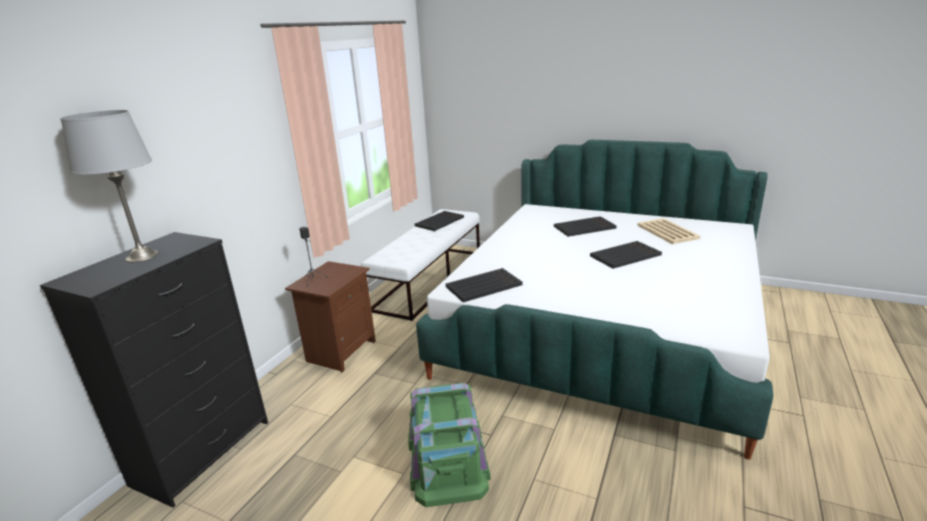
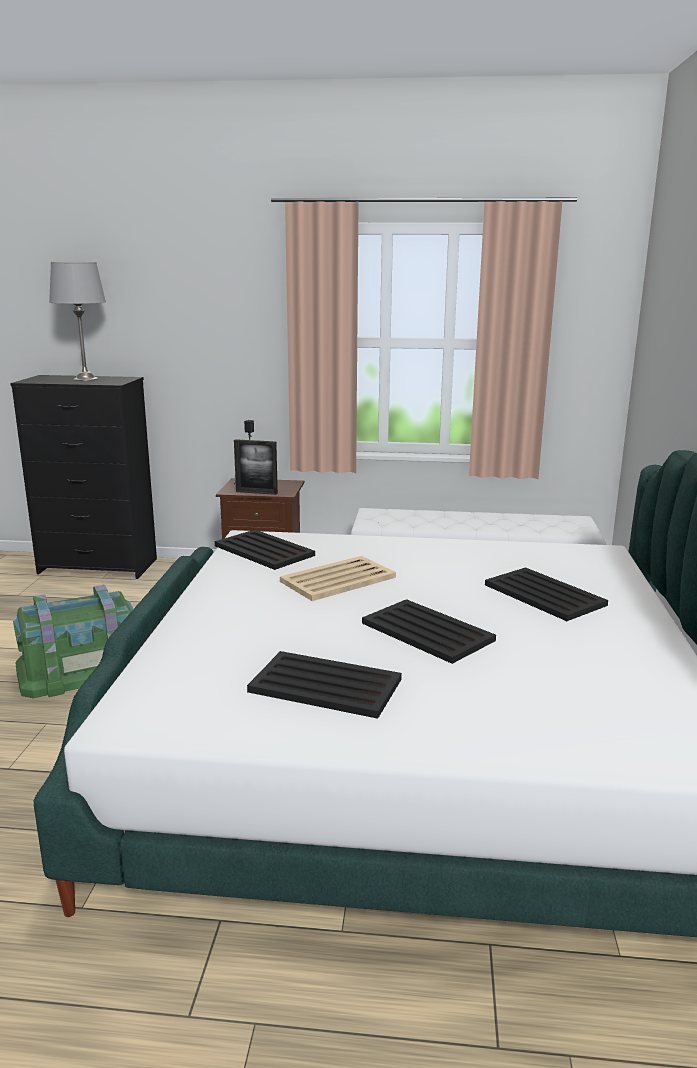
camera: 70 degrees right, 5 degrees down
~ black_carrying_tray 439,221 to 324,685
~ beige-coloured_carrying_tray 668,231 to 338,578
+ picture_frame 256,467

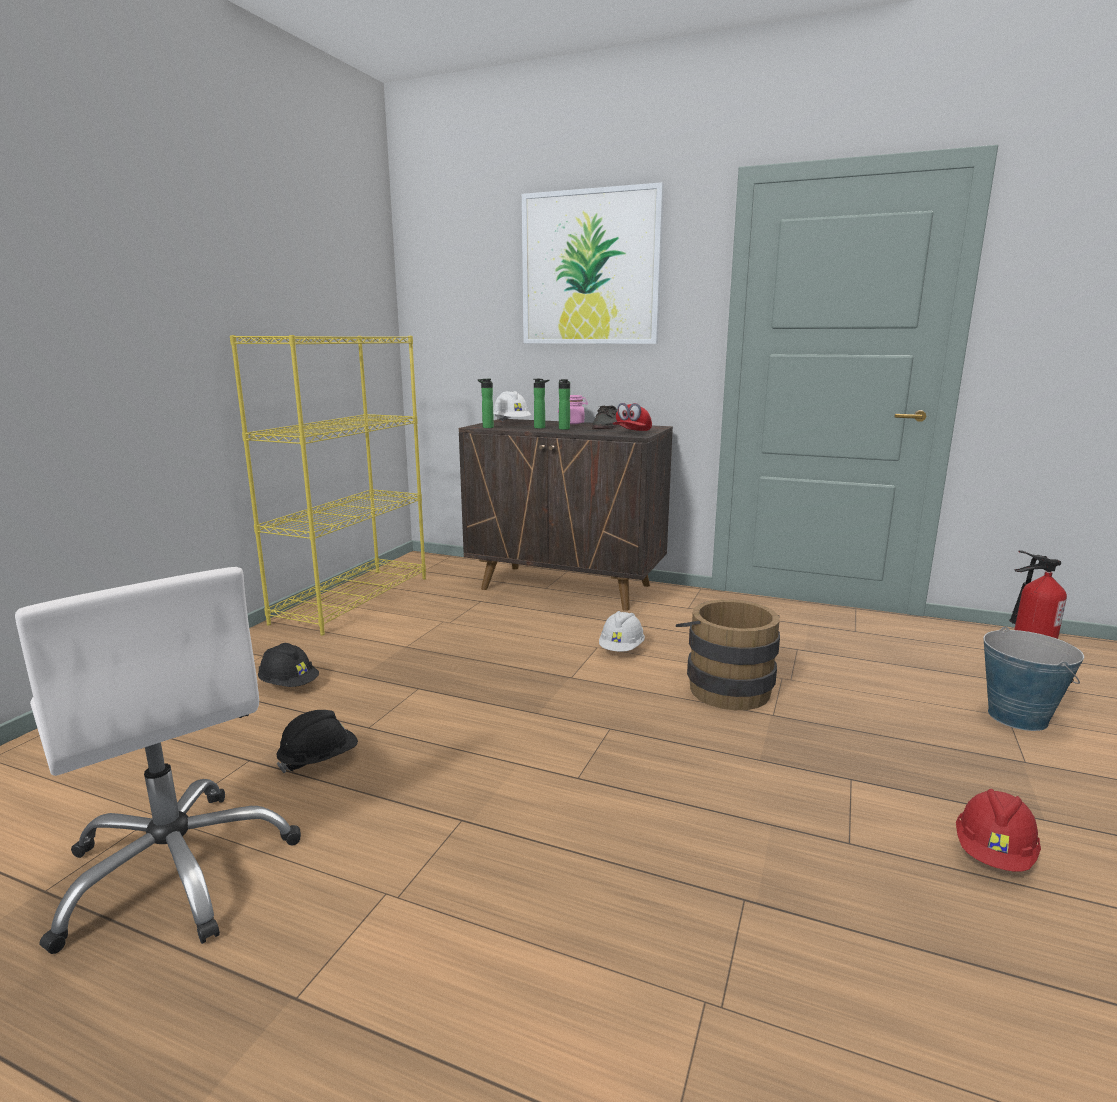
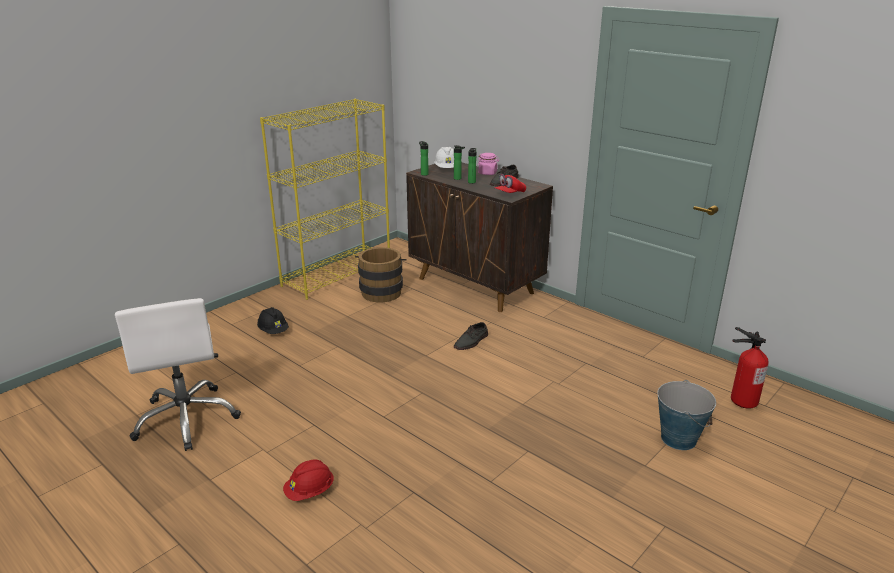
camera: 20 degrees right, 10 degrees up
- picture 593,263
~ brown-coloured_bucket 728,655 to 381,274
~ white-coloured_hard_hat 622,631 to greyish_shoe 471,336
- black_hard_hat 317,741
~ red-coloured_hard_hat 998,830 to 308,480

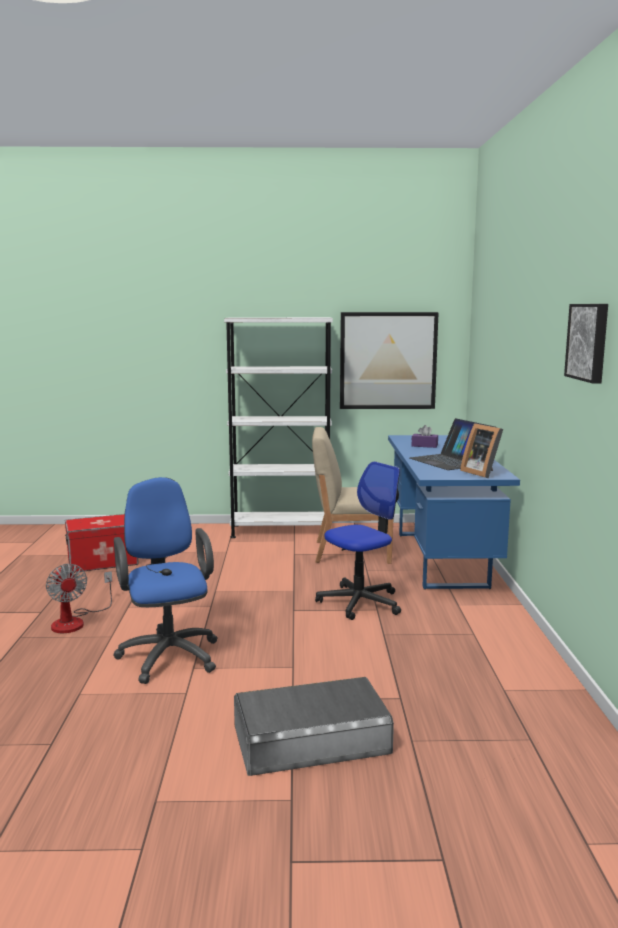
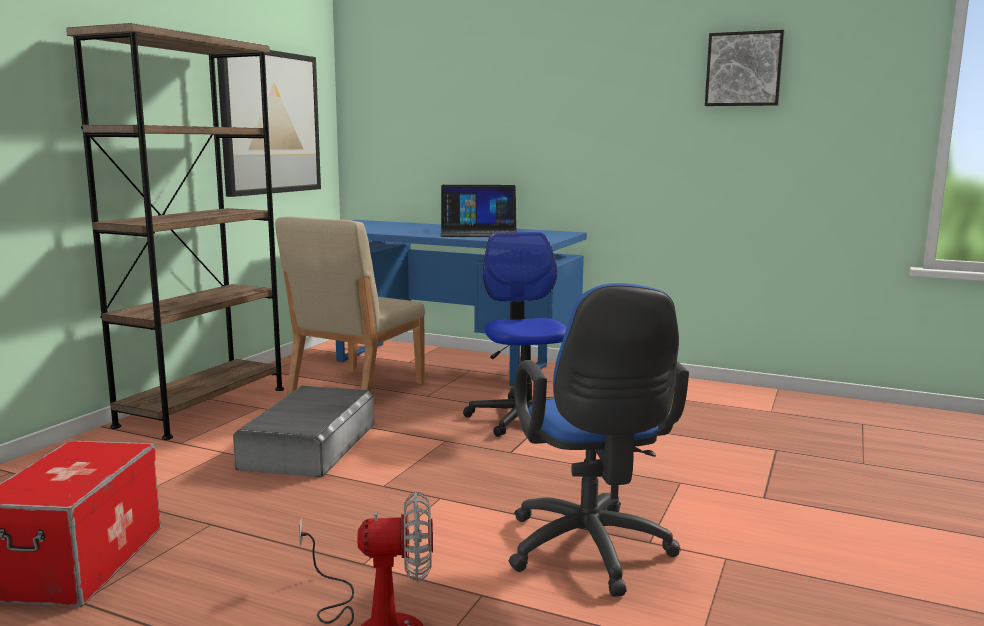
camera: 65 degrees left, 0 degrees up
~ white-coloured_bookcase 278,427 to brown-coloured_bookcase 175,231
- picture_frame 481,450
- purple-coloured_box_of_tissues 424,436
~ bluish_computer_chair 165,580 = 599,440 105 degrees counterclockwise
~ greyish_storage_box 314,726 to 303,431

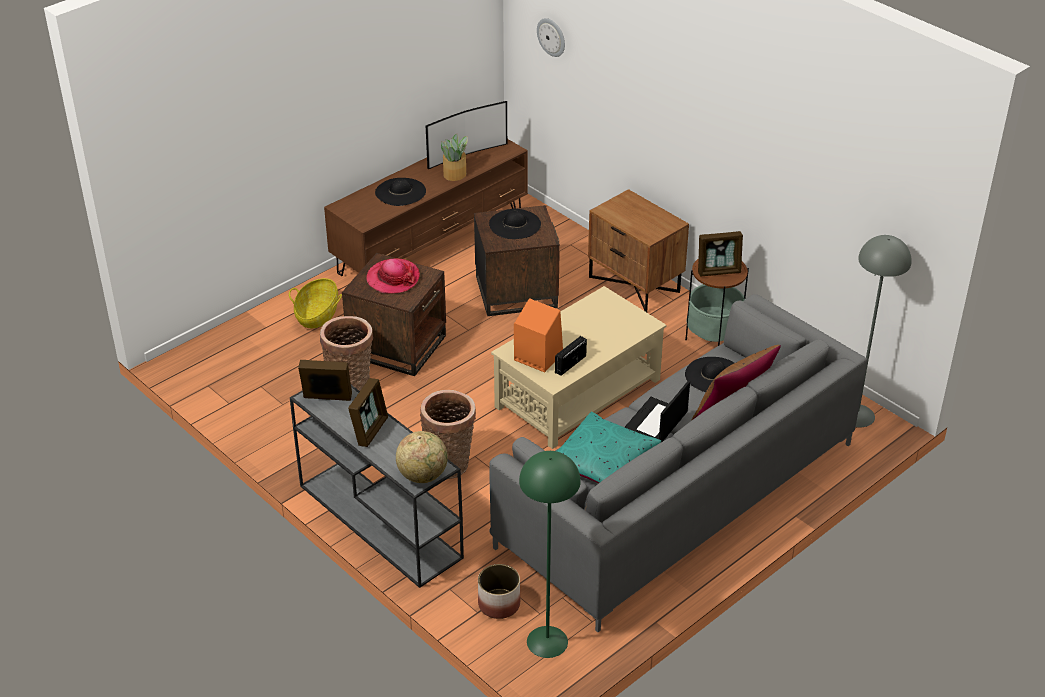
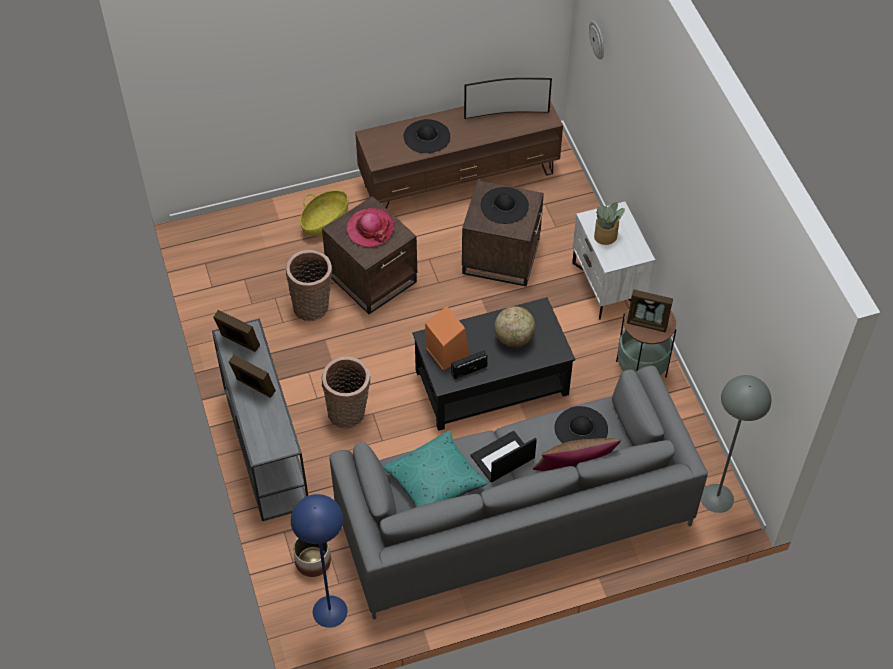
camera: 25 degrees right, 15 degrees up
~ potted_plant 454,157 to 609,223
~ brown-coloured_bedside_table 638,250 to white-coloured_bedside_table 613,261
~ beige-coloured_low_table 578,367 to black_low_table 494,364
~ picture_frame 368,412 = 252,376 105 degrees counterclockwise
~ world_globe 422,457 to 514,326
~ green-coloured_standard_lamp 550,554 to bluish_standard_lamp 319,561

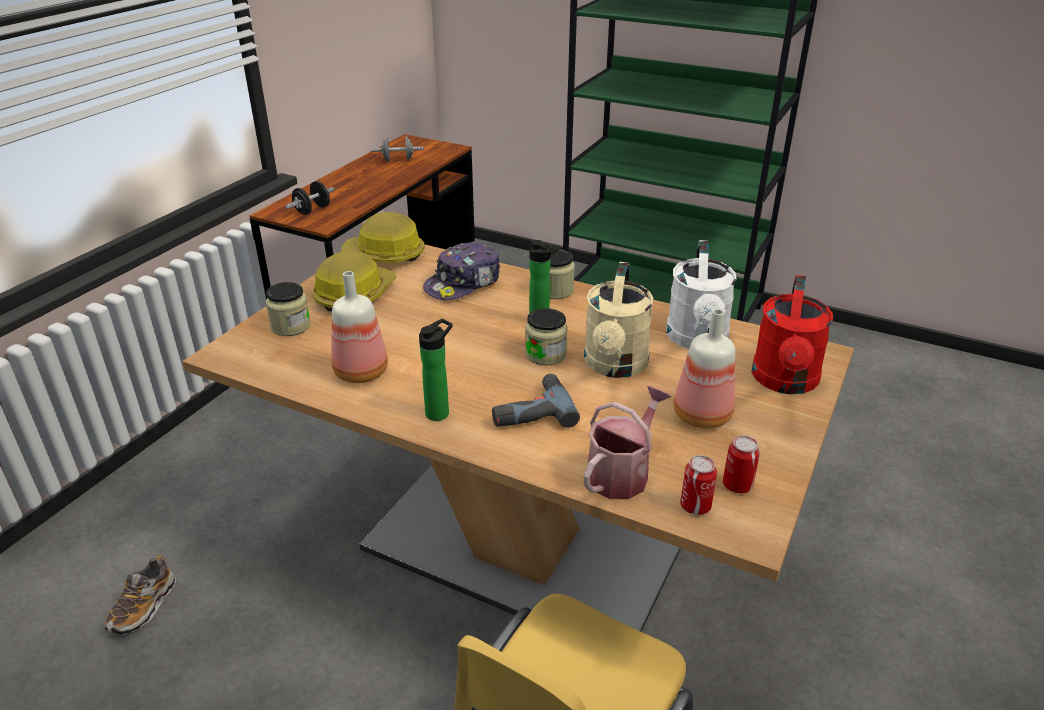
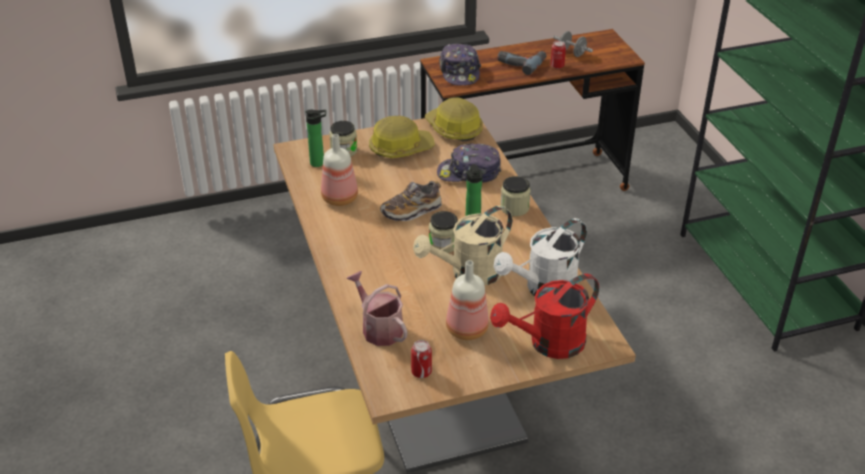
camera: 45 degrees right, 5 degrees up
~ black_free_weight 309,198 to peaked_cap 460,64
~ bottle 436,370 to 315,138
~ power_drill 536,401 to 522,63
~ watering_can 628,442 = 376,308 120 degrees counterclockwise
~ sealed_can 698,485 to 558,55
~ shoe 140,595 to 411,201

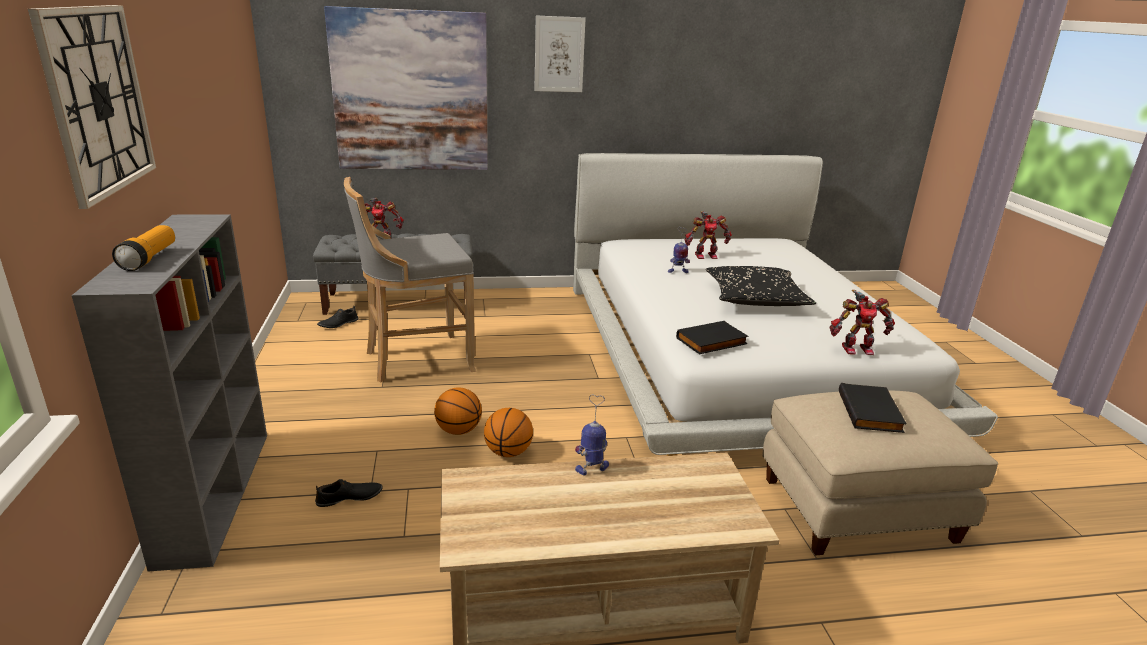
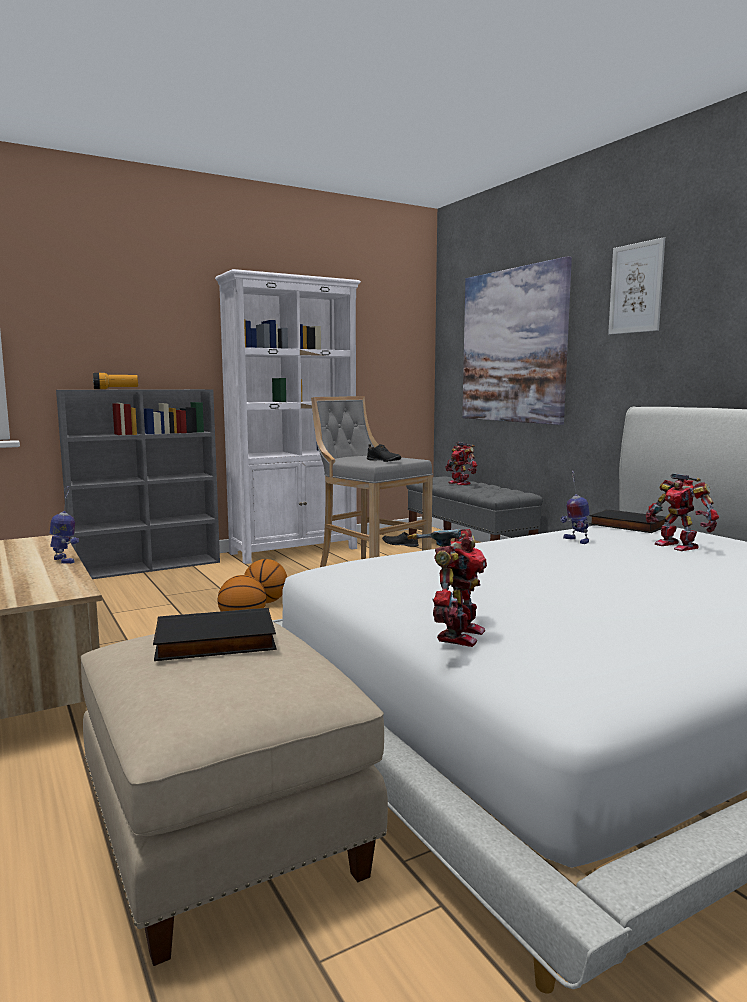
camera: 70 degrees right, 15 degrees down
- wall_clock 92,107
- black_pillow 761,286
~ robot_figure 862,322 = 447,588 135 degrees counterclockwise
~ black_book 712,337 to 628,521
~ black_shoe 349,493 to 384,453
+ white-coloured_bookcase 288,416

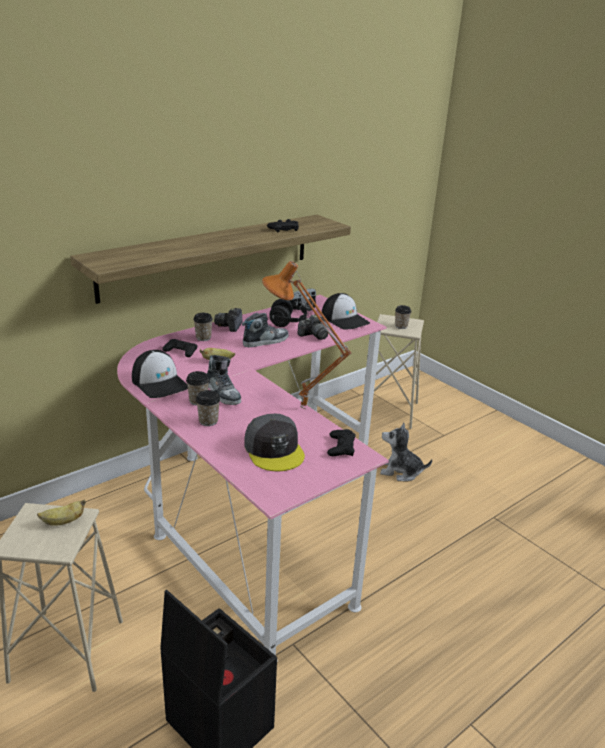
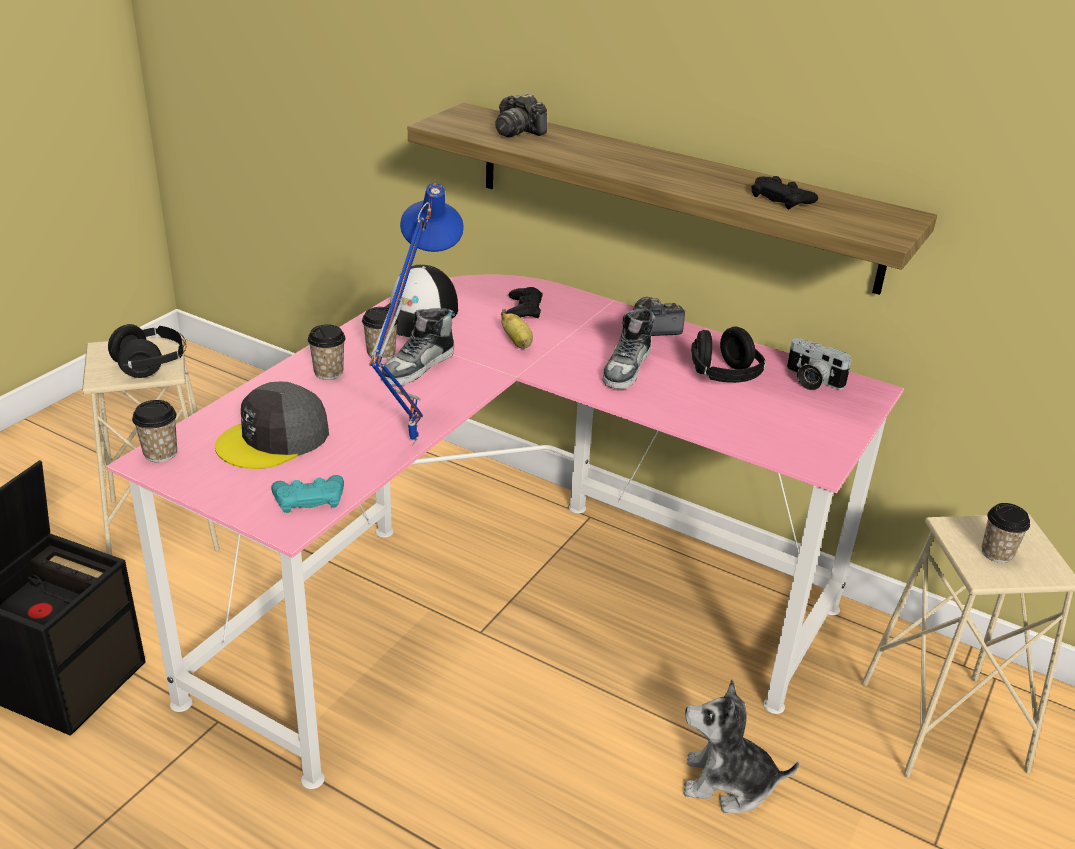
camera: 70 degrees right, 5 degrees up
~ orangey_tabletop_lamp 307,335 to bluish_tabletop_lamp 416,314
- peaked_cap 346,311
~ drinking_cup 203,327 to 154,431
~ shoe 265,330 = 628,348 75 degrees clockwise
~ photo_camera 313,327 to 521,115
~ plush_toy 406,452 = 741,746 75 degrees counterclockwise
~ black_joypad 341,442 to turquoise_joypad 307,494
~ banana_fruit 61,512 to black_headset 147,351

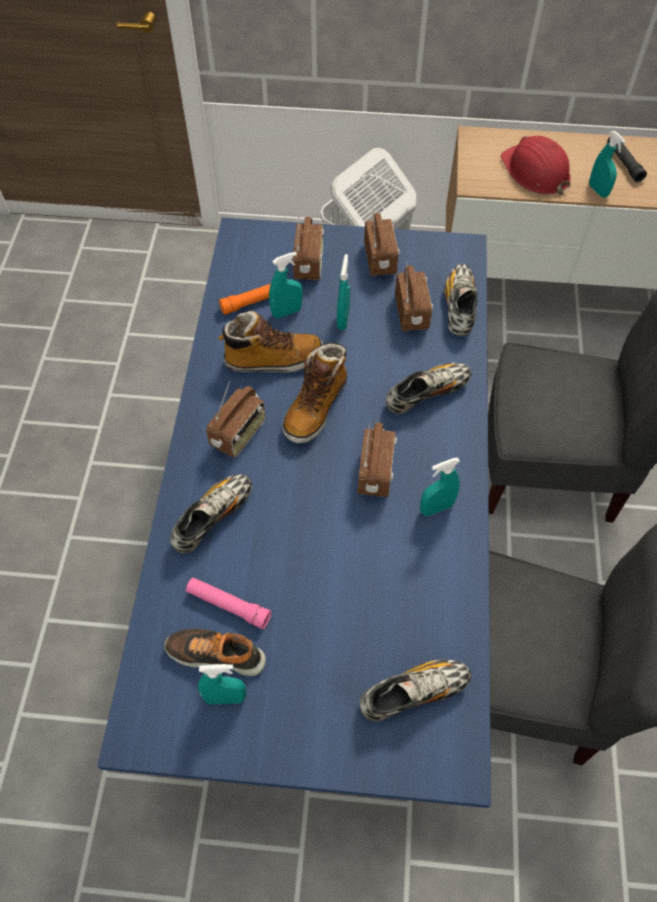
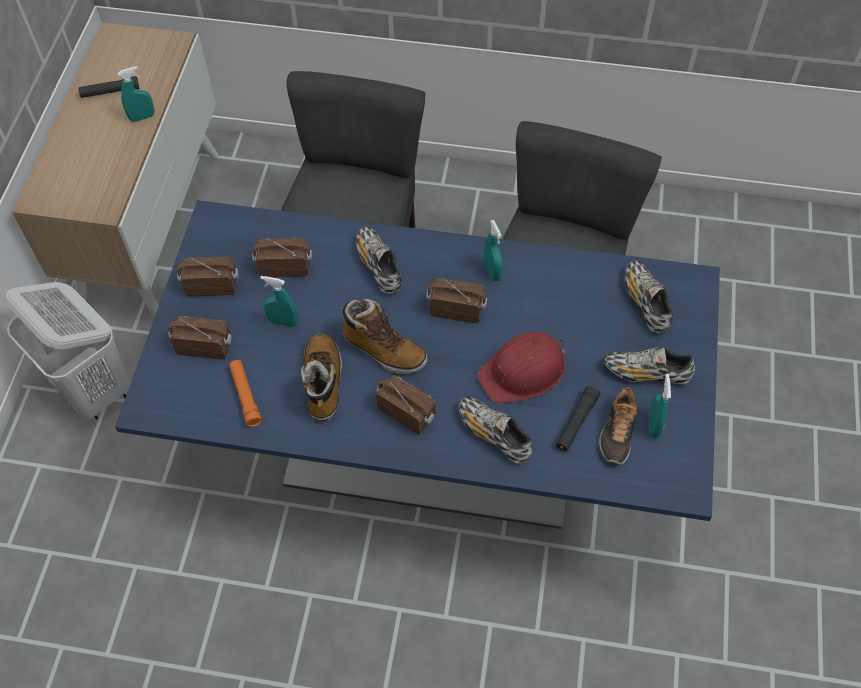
camera: 85 degrees left, 0 degrees up
~ red-coloured_hard_hat 536,165 to 521,367
- turquoise_sprayer 286,285
~ shoe 461,300 to 649,366
~ pinkish_flashlight 229,603 to black_flashlight 578,419

